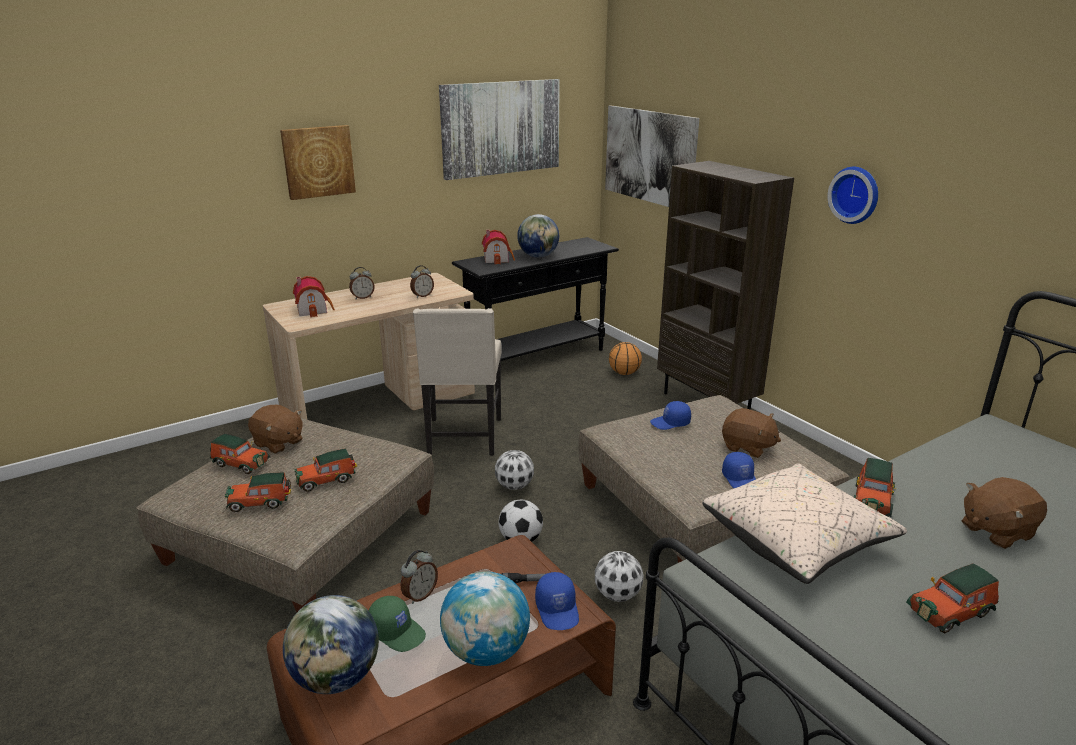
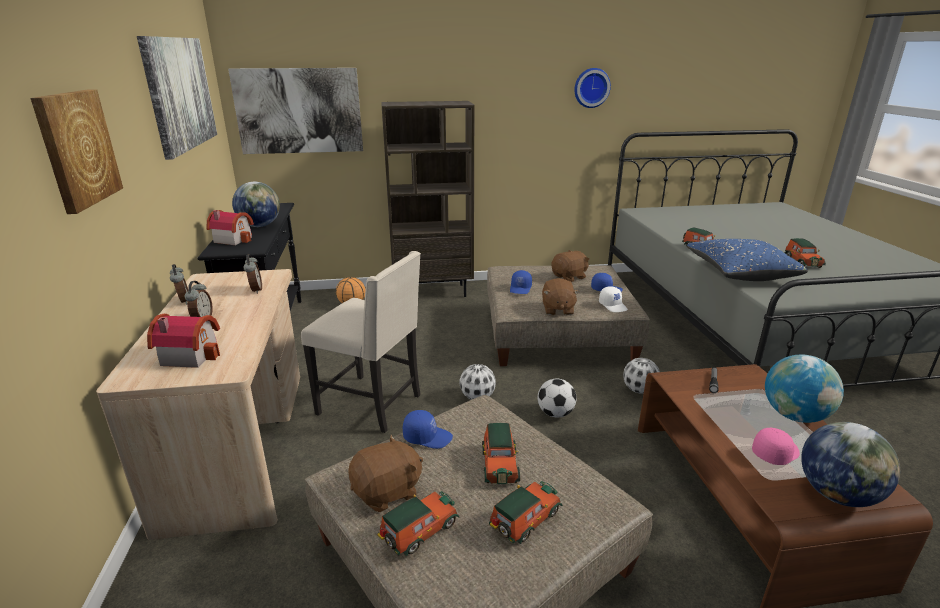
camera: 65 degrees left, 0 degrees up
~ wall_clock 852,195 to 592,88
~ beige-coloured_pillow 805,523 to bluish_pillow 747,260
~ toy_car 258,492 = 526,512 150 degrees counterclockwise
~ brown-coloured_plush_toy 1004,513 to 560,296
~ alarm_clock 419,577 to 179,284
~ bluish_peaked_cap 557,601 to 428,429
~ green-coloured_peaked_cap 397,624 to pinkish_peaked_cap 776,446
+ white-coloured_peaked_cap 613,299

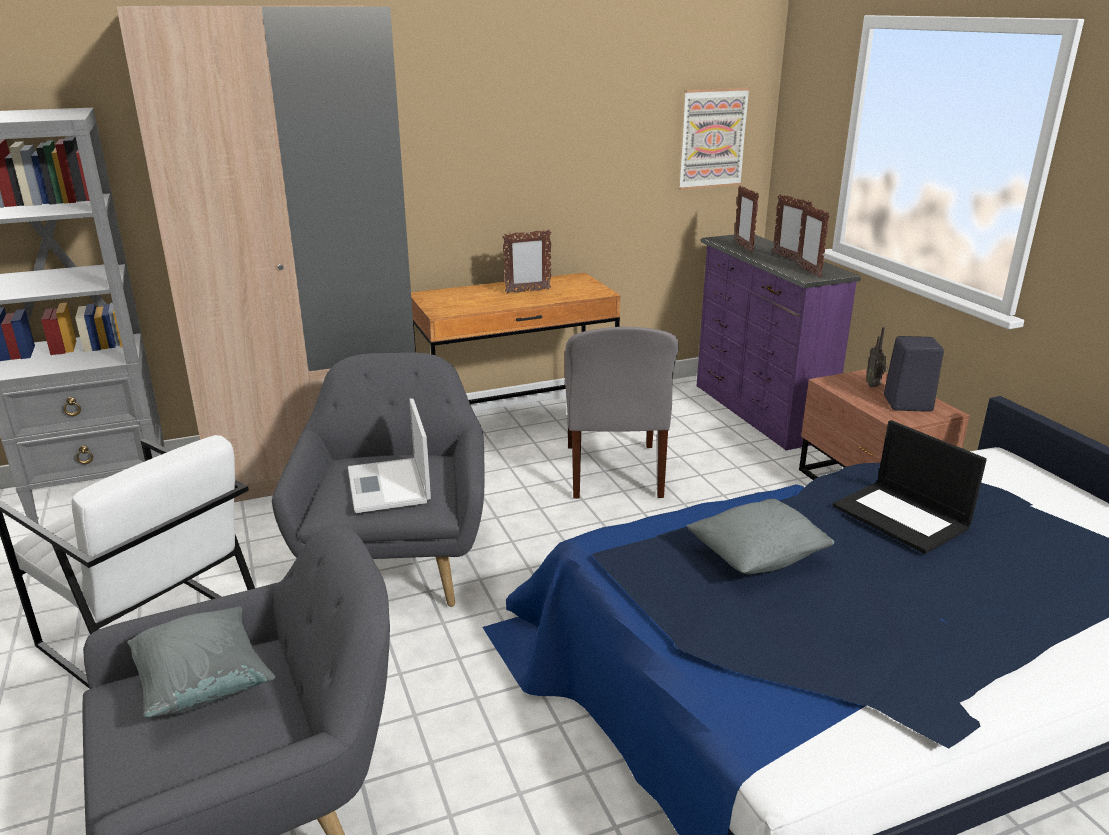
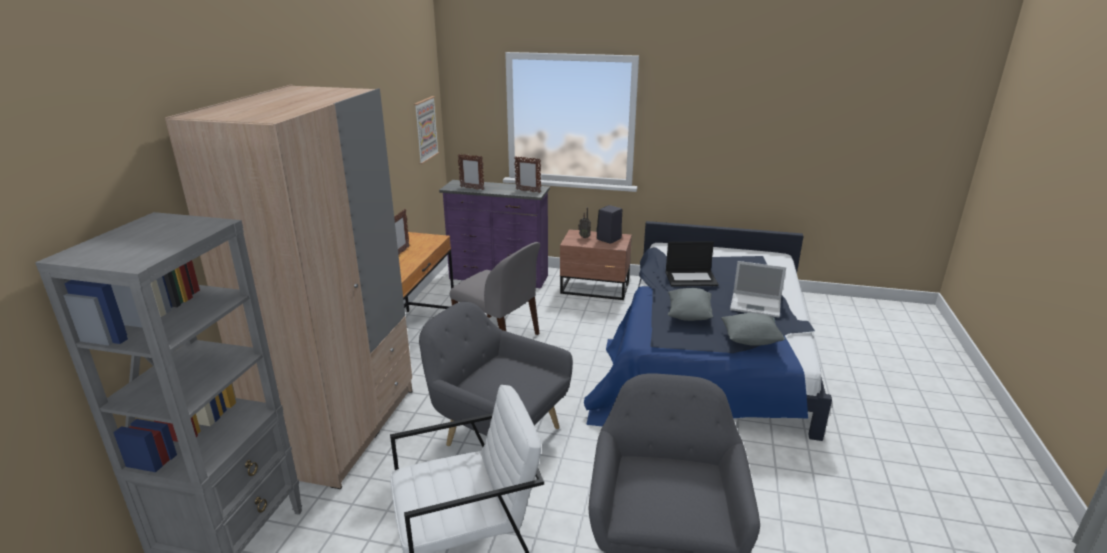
camera: 55 degrees left, 0 degrees up
- picture_frame 793,227
~ portable_computer 389,455 to 758,289
~ greyish_pillow 201,661 to 753,329

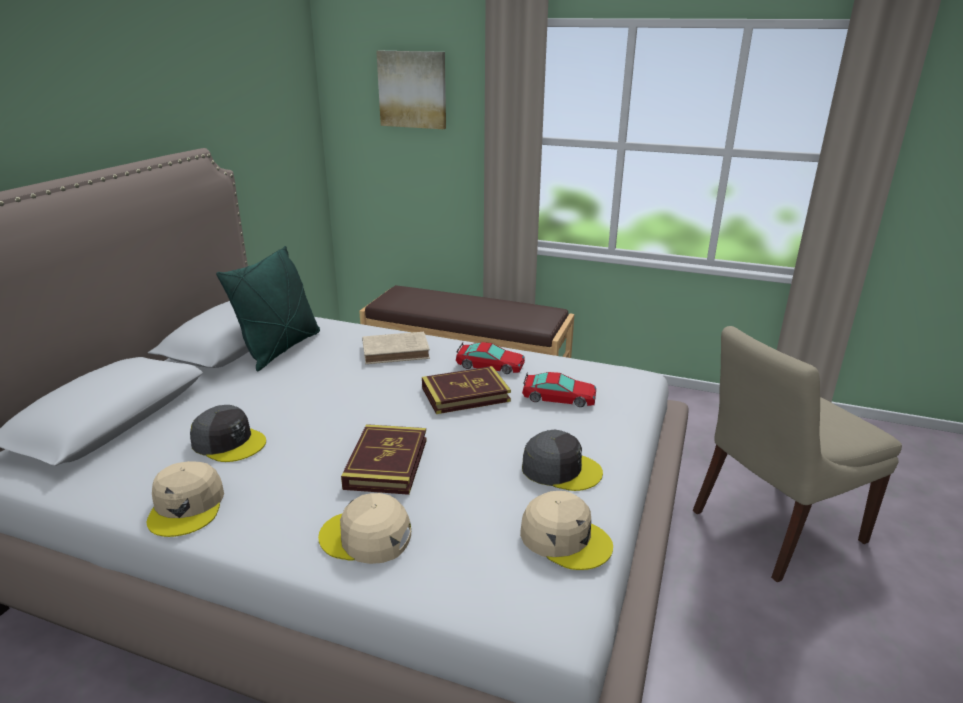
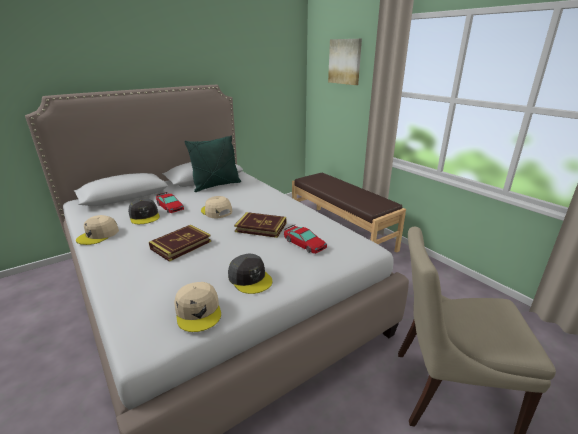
camera: 35 degrees right, 0 degrees up
- beige-coloured_book 396,348
~ toy_car 490,358 to 170,202
~ beige-coloured_peaked_cap 364,528 to 216,207

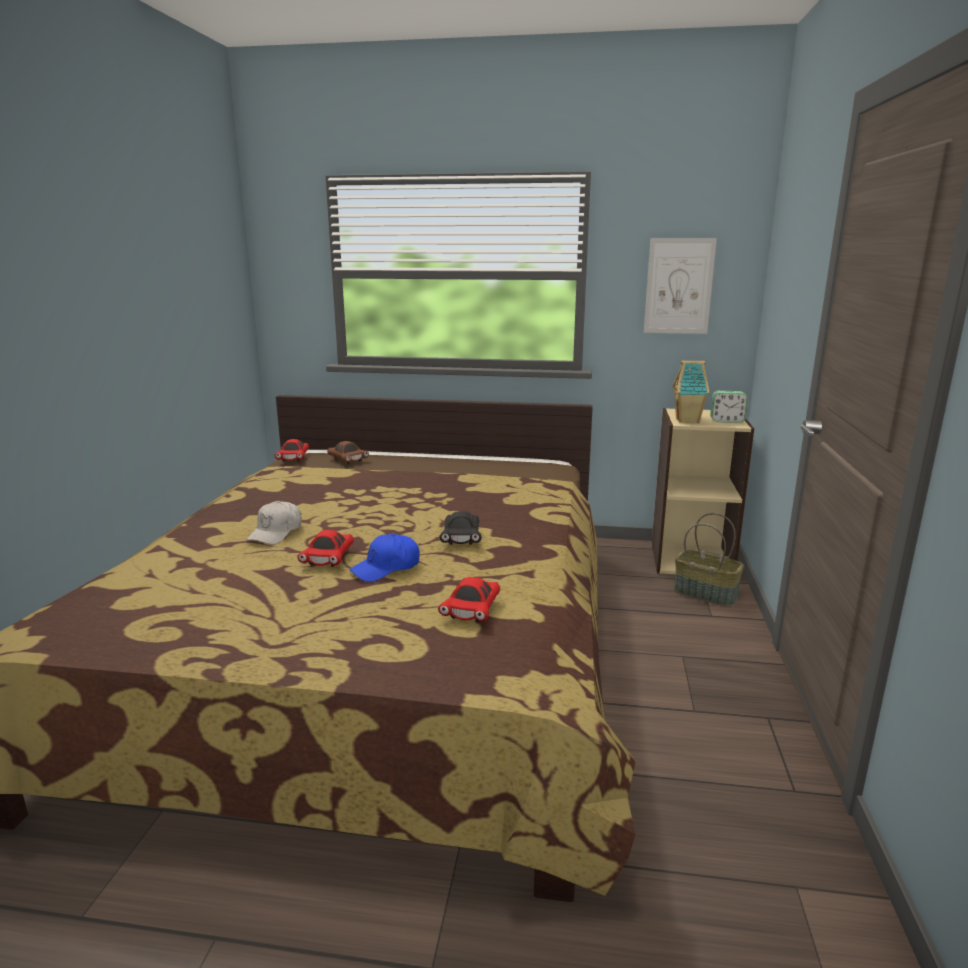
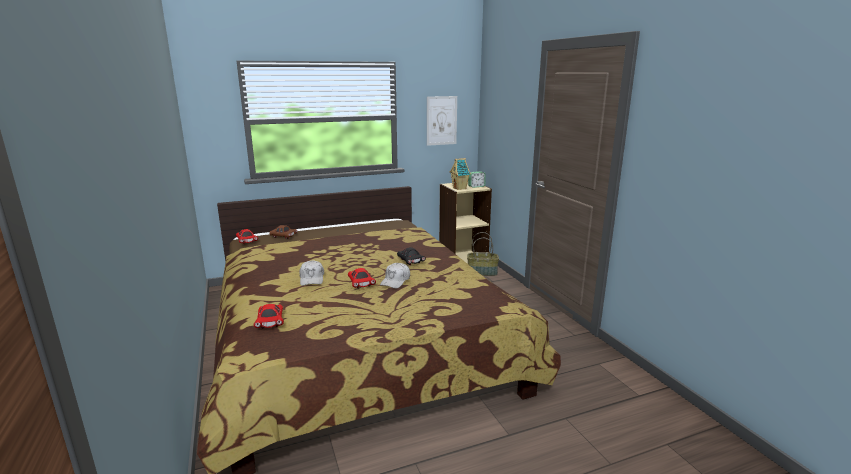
camera: 30 degrees left, 0 degrees up
~ bluish_peaked_cap 384,557 to white-coloured_peaked_cap 395,276
~ red-coloured_toy_car 469,599 to 269,316

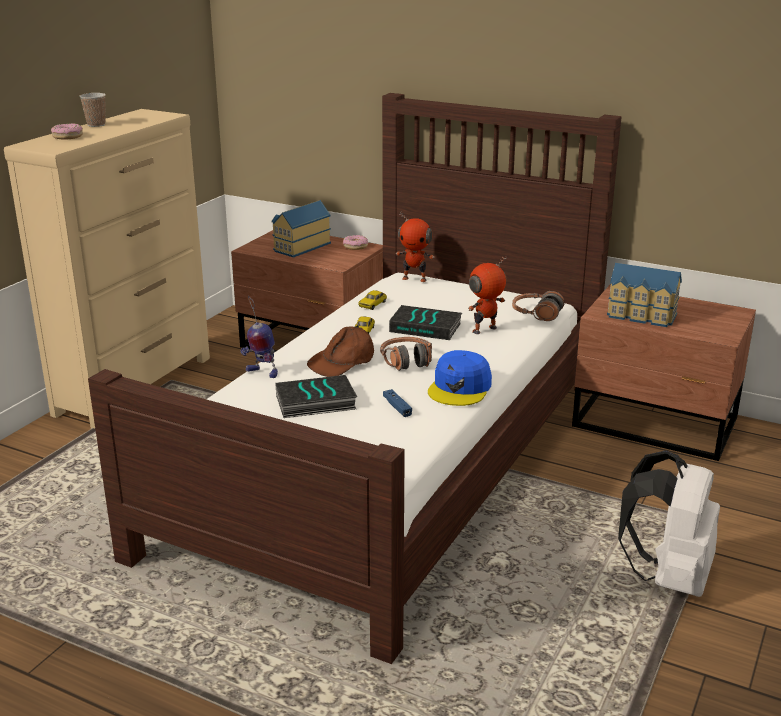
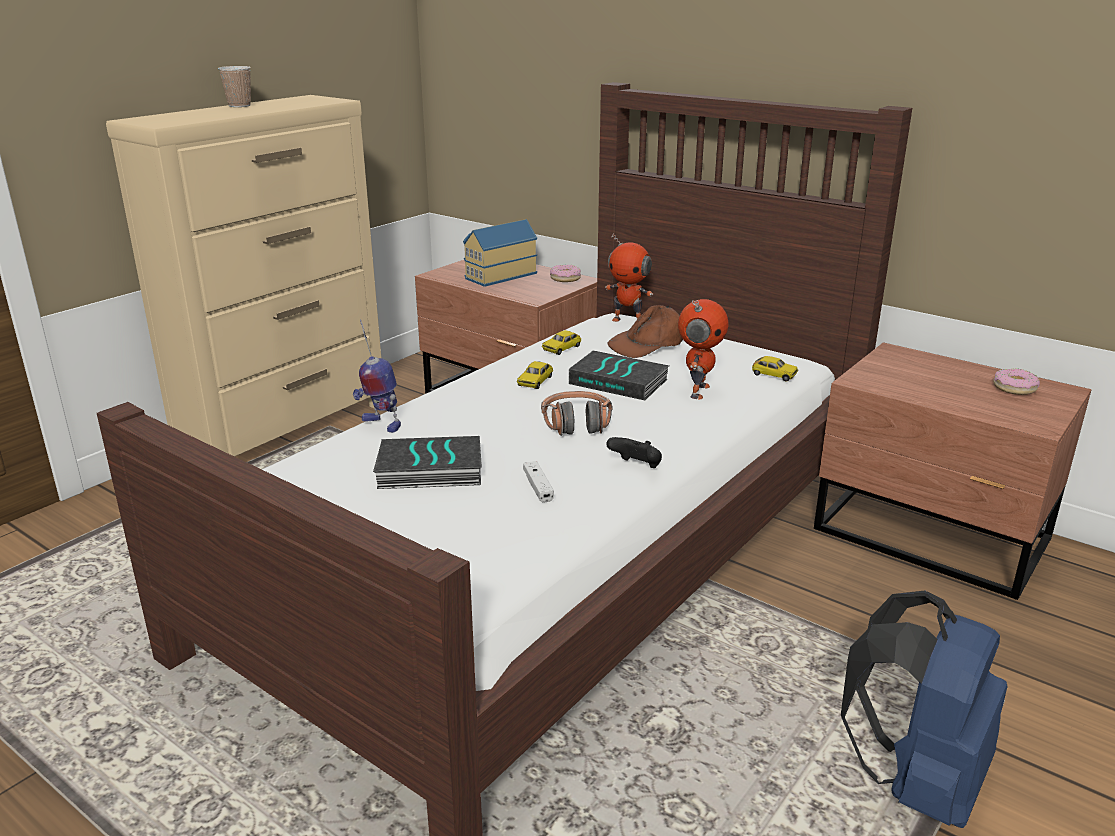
camera: 10 degrees right, 0 degrees up
~ donut 67,131 to 1016,381
~ robot_figure 487,295 = 703,349 135 degrees clockwise
- model_house 644,295
~ headset 538,306 to toy_car 775,369
~ brown-coloured_peaked_cap 340,351 to 645,331
~ bluish_peaked_cap 460,378 to black_joypad 634,452
~ bluish_joypad 397,403 to white-coloured_joypad 538,482
~ white-coloured_knapsack 669,523 to bluish_knapsack 924,709

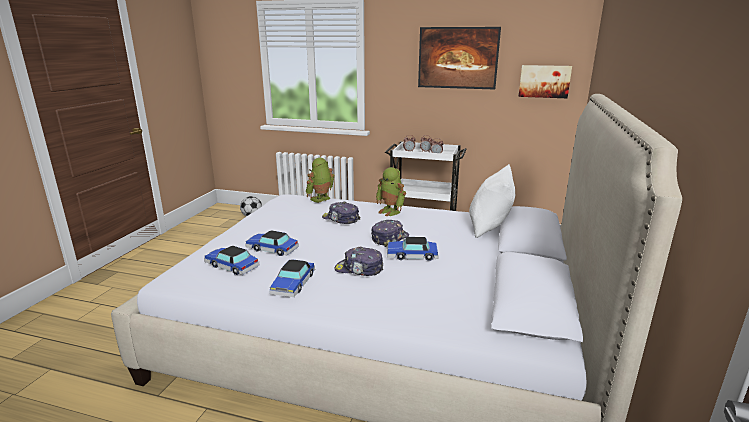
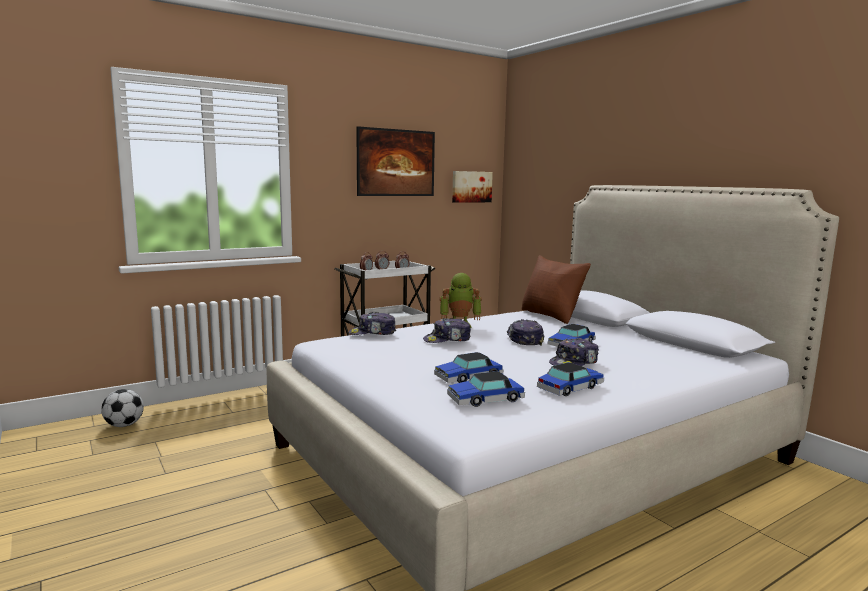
camera: 50 degrees left, 10 degrees down
~ robot_figure 320,180 to peaked_cap 372,323
~ white-coloured_pillow 492,201 to brown-coloured_pillow 556,289
~ toy_car 292,278 = 570,379 90 degrees counterclockwise

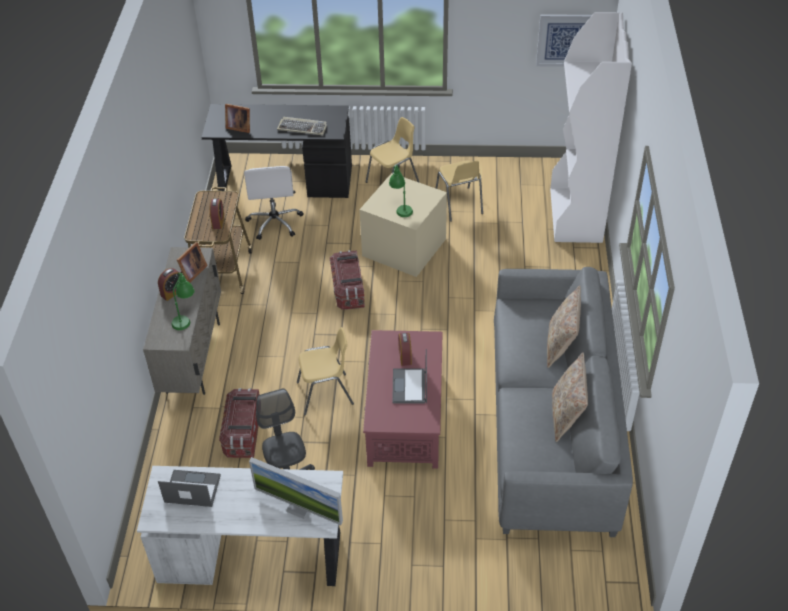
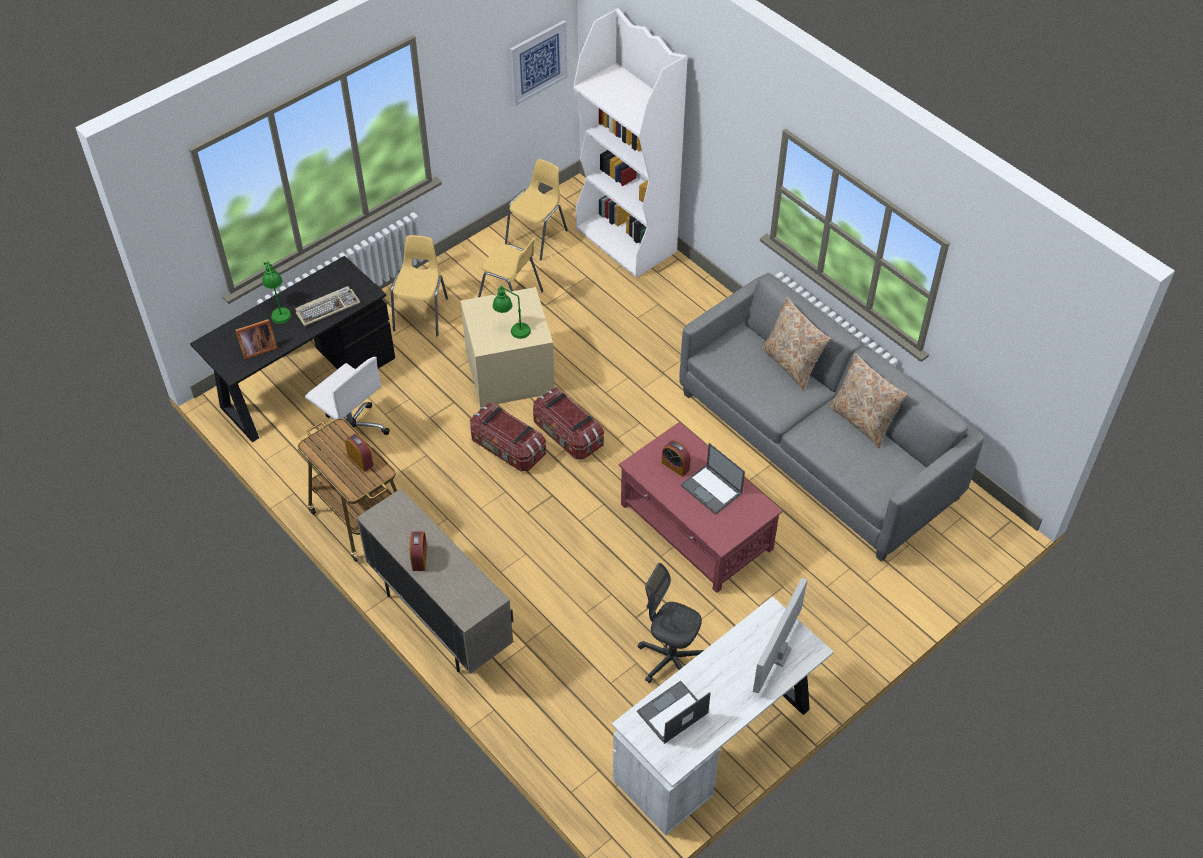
camera: 45 degrees left, 5 degrees up
- picture_frame 192,262
~ green-coloured_tabletop_lamp 183,301 to 276,292
~ yellowish_upright_chair 325,371 to 536,210
~ storage_box 239,423 to 568,423
~ computer_display 296,491 = 780,636 135 degrees clockwise

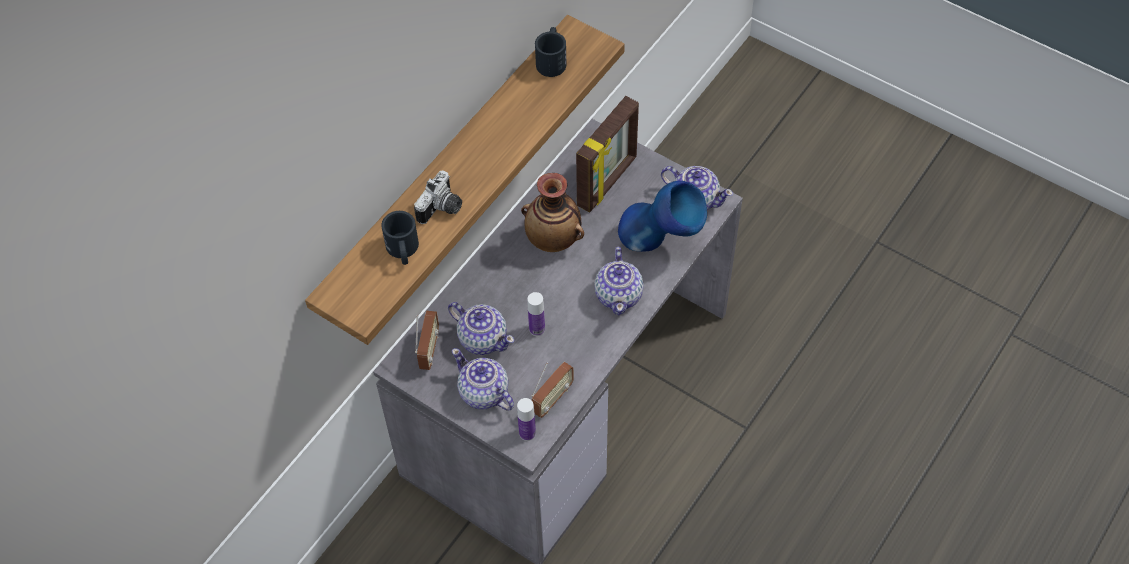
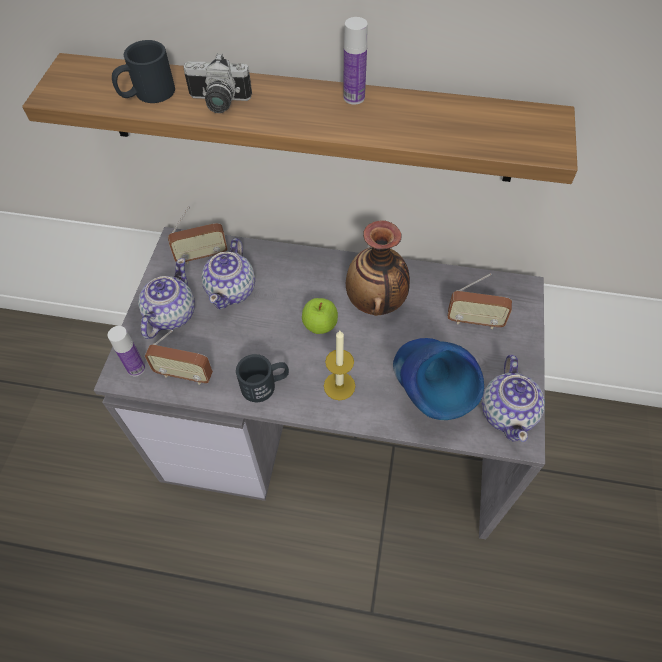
camera: 65 degrees right, 0 degrees up
~ black_coffee_mug 550,52 to 262,378
~ picture_frame 607,154 to radio_receiver 479,301
~ tea_pot 619,281 to candle 339,365
~ bottle 536,314 to 355,61
+ whole_apple 320,316

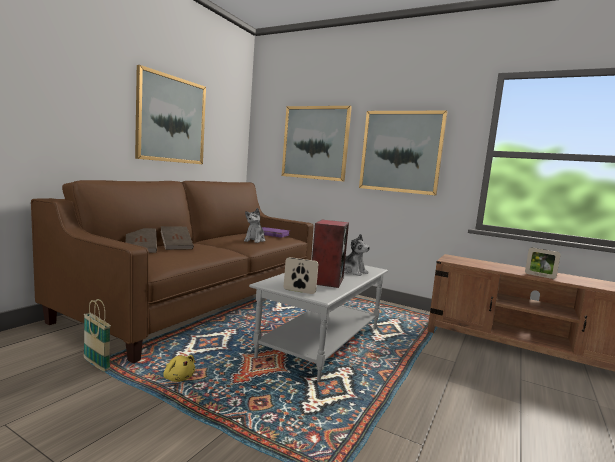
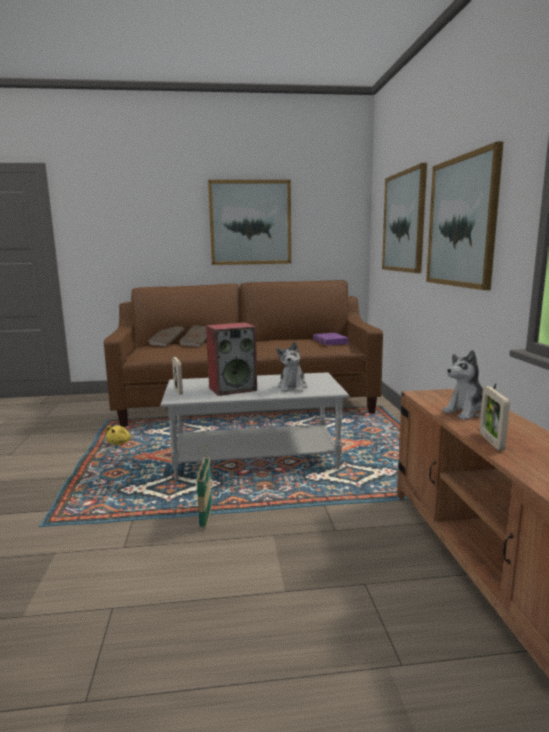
camera: 55 degrees right, 5 degrees up
~ plush_toy 254,225 to 469,385
~ basket 97,335 to 204,486

